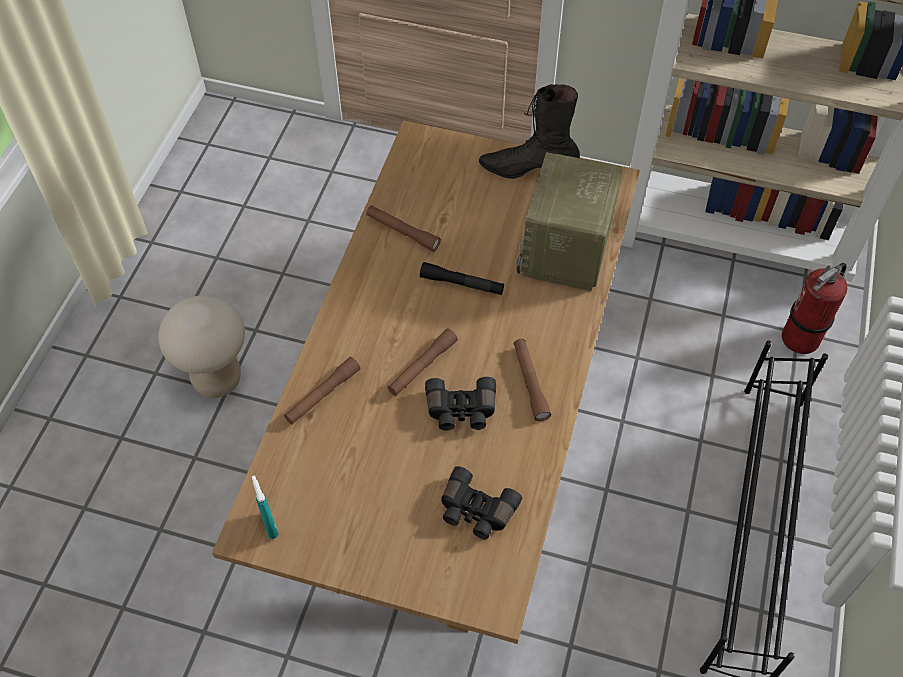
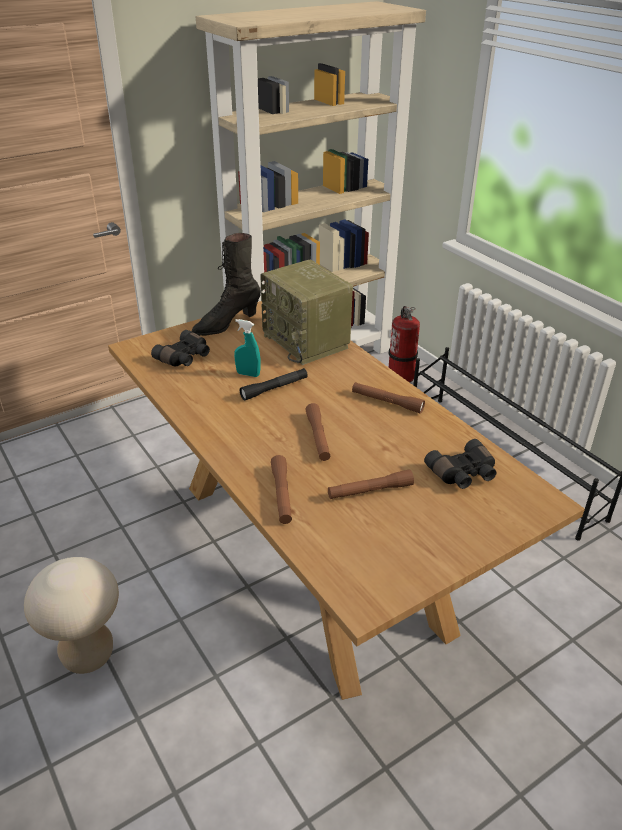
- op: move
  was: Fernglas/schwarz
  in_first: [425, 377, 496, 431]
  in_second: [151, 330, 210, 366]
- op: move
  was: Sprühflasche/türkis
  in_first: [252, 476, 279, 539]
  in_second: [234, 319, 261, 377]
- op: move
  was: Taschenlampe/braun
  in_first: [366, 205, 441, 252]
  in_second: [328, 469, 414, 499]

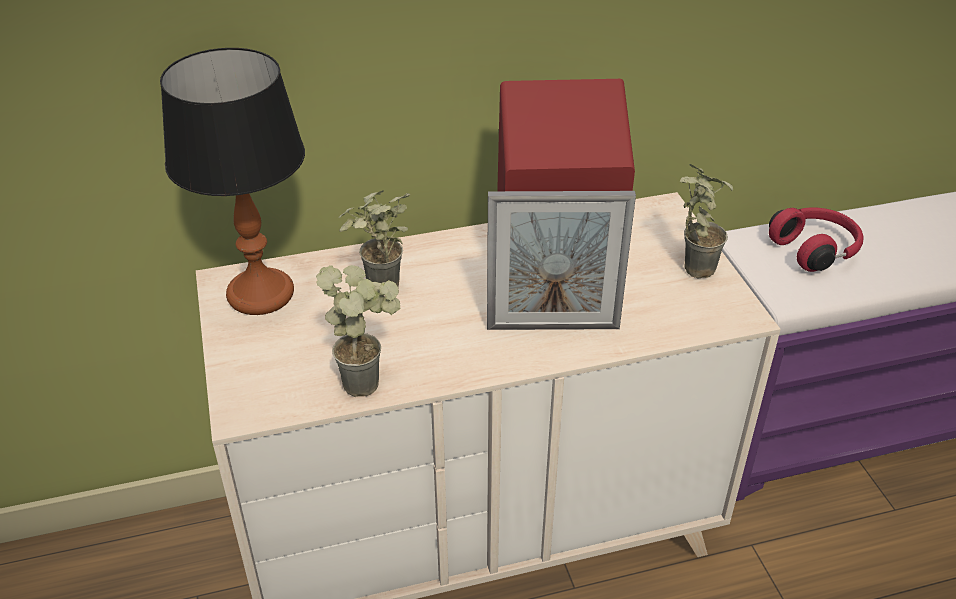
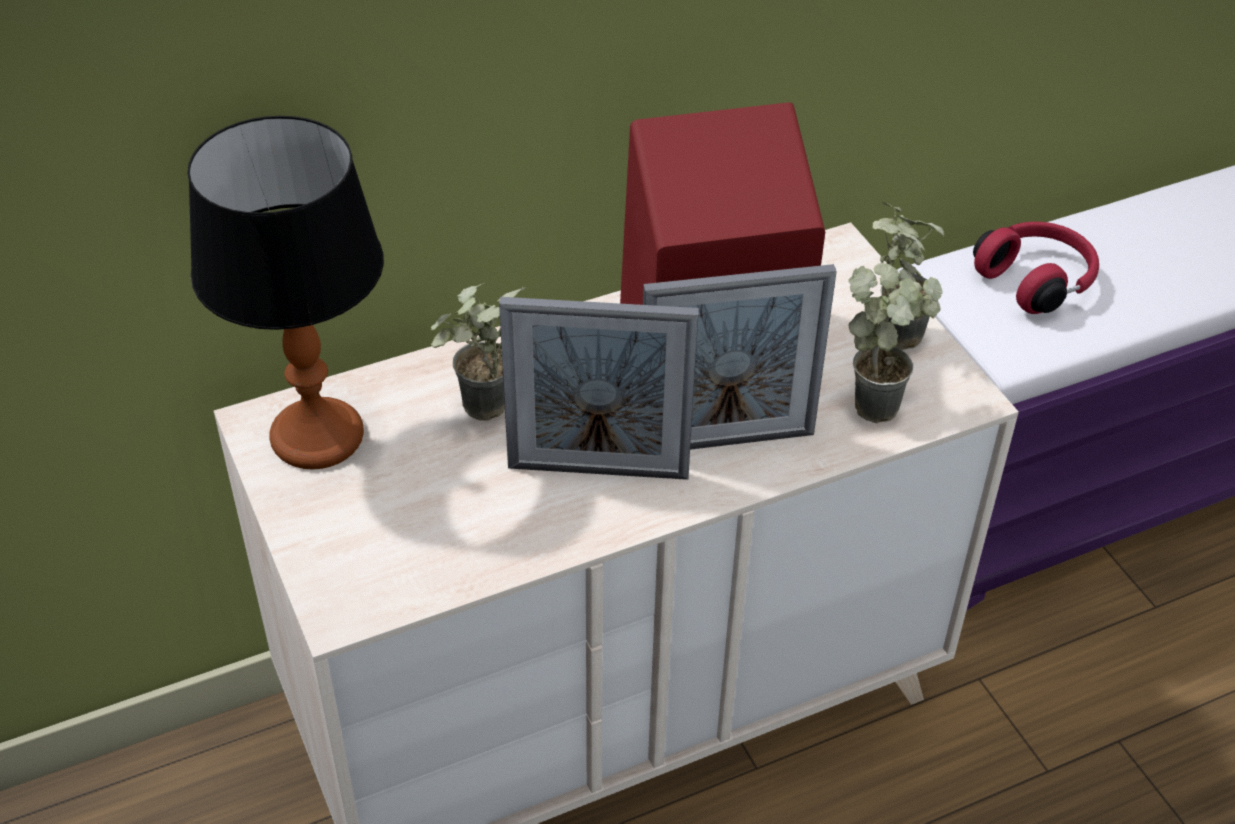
- op: insert
  now: Bilderrahmen
  in_second: [499, 297, 699, 480]
- op: move
  was: Topfpflanze
  in_first: [316, 265, 400, 397]
  in_second: [848, 263, 942, 423]

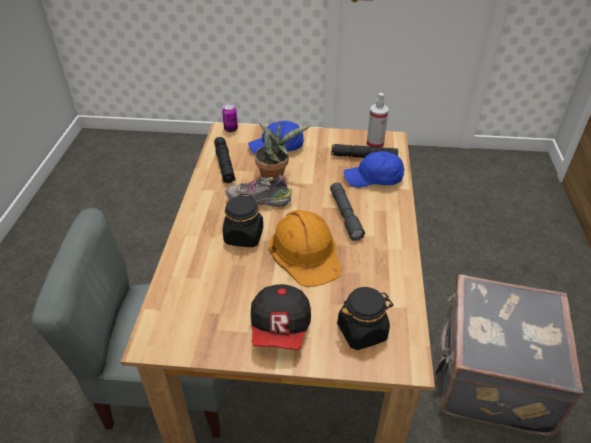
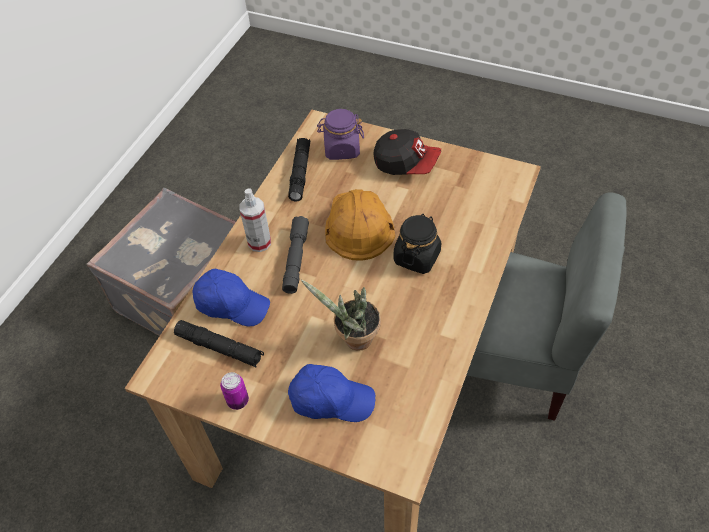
- op: move
  was: Dose
  in_first: [222, 104, 238, 132]
  in_second: [220, 372, 249, 410]
- op: move
  was: Sprühflasche
  in_first: [367, 93, 389, 148]
  in_second: [240, 188, 271, 252]
- op: move
  was: Taschenlampe/schwarz
  in_first: [214, 137, 236, 183]
  in_second: [288, 138, 310, 201]
- op: recolor
  was: Vorratsglas/schwarz
  now: Vorratsglas/lila
  in_first: [337, 287, 393, 350]
  in_second: [317, 109, 364, 160]
- op: rotate
  was: Kappe
  in_first: [251, 284, 311, 350]
  in_second: [373, 129, 441, 175]
  clockwise: 90
- op: delete
  was: Schuh
  in_first: [226, 175, 292, 207]

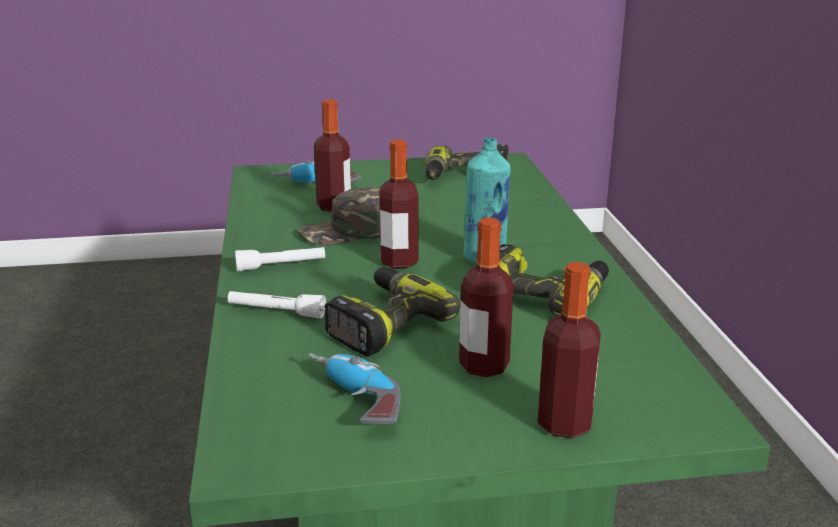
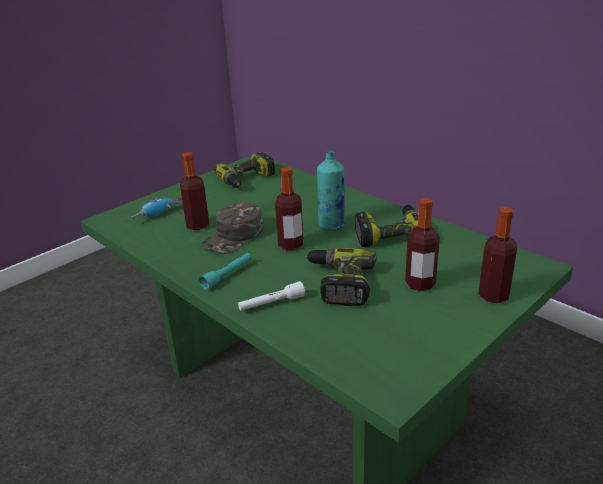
- op: recolor
  was: Taschenlampe/weiß
  now: Taschenlampe/türkis
  in_first: [235, 247, 325, 271]
  in_second: [199, 253, 252, 290]
- op: delete
  was: Bohrmaschine
  in_first: [309, 353, 401, 424]

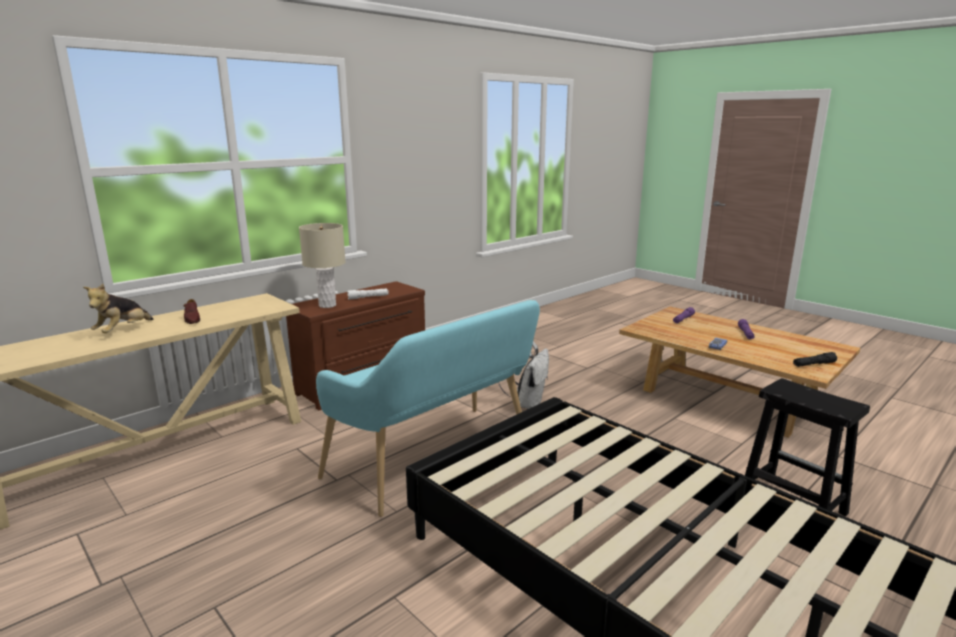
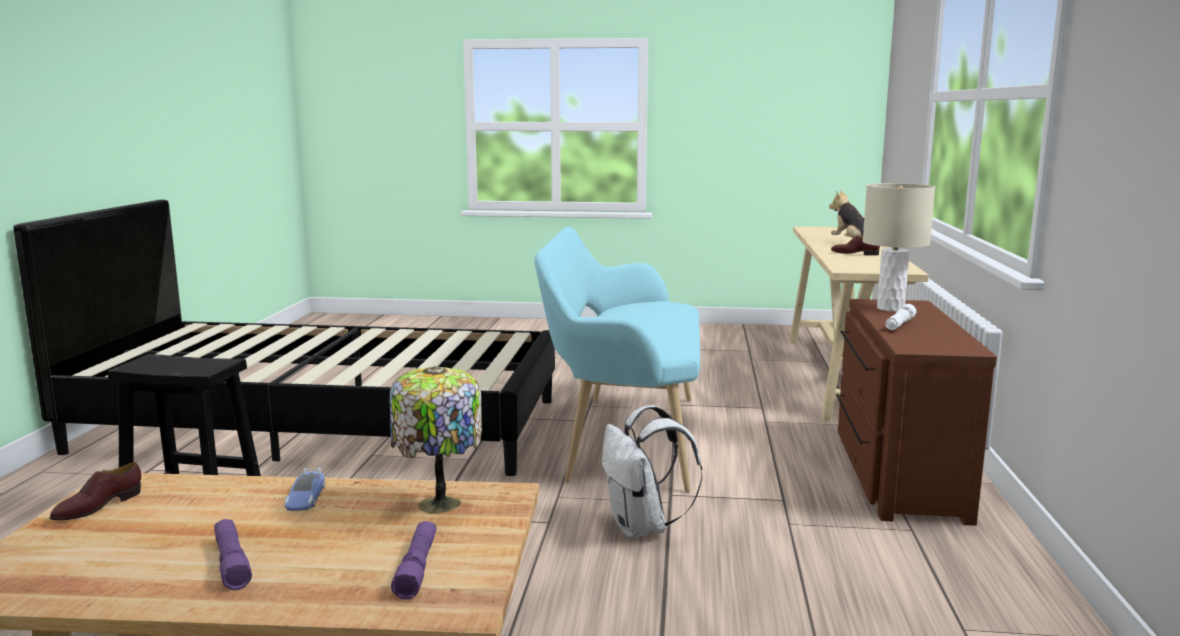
- op: replace
  was: Taschenlampe/schwarz
  now: Schuh/braun
  in_first: [793, 352, 837, 367]
  in_second: [49, 462, 141, 520]
- op: insert
  now: Tischlampe
  in_second: [389, 366, 482, 514]

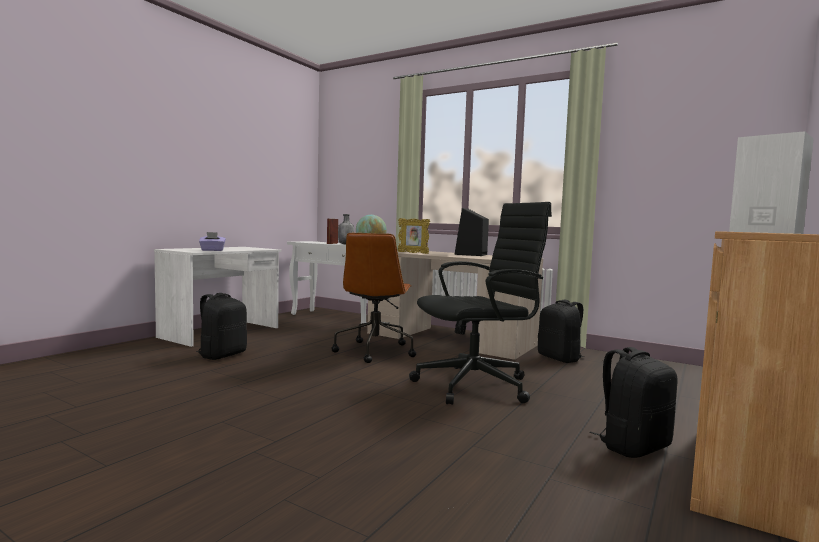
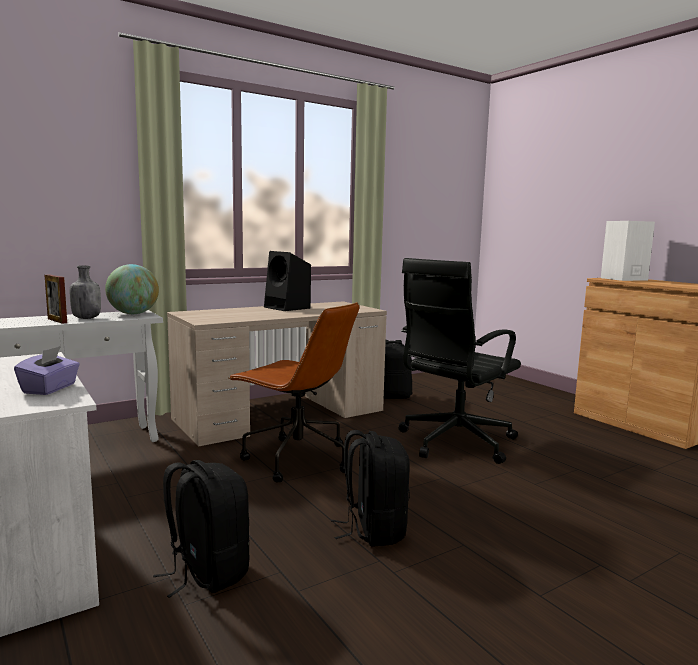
- op: move
  was: Rucksack/schwarz
  in_first: [589, 347, 678, 458]
  in_second: [331, 430, 410, 547]
- op: rotate
  was: Bürostuhl/schwarz
  in_first: [409, 202, 552, 405]
  in_second: [399, 258, 521, 464]
  clockwise: -135
- op: delete
  was: Bilderrahmen
  in_first: [397, 218, 430, 254]

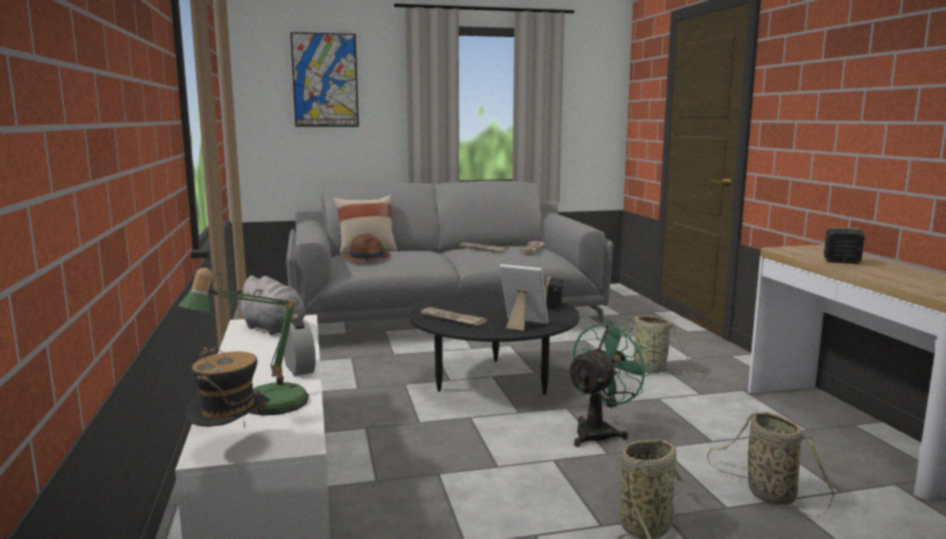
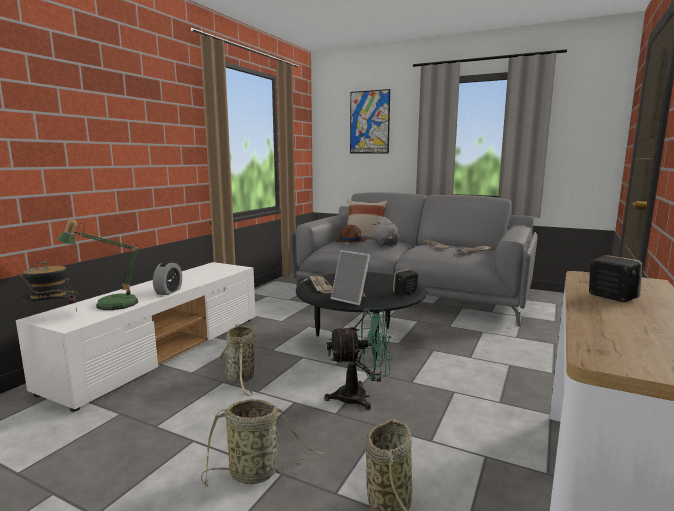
- op: move
  was: Korb
  in_first: [617, 316, 704, 373]
  in_second: [219, 324, 255, 396]
- op: rotate
  was: Bilderrahmen
  in_first: [499, 264, 548, 331]
  in_second: [330, 250, 370, 305]
  clockwise: 150
- op: move
  was: Plüschtier/grau
  in_first: [236, 276, 306, 335]
  in_second: [373, 217, 399, 246]

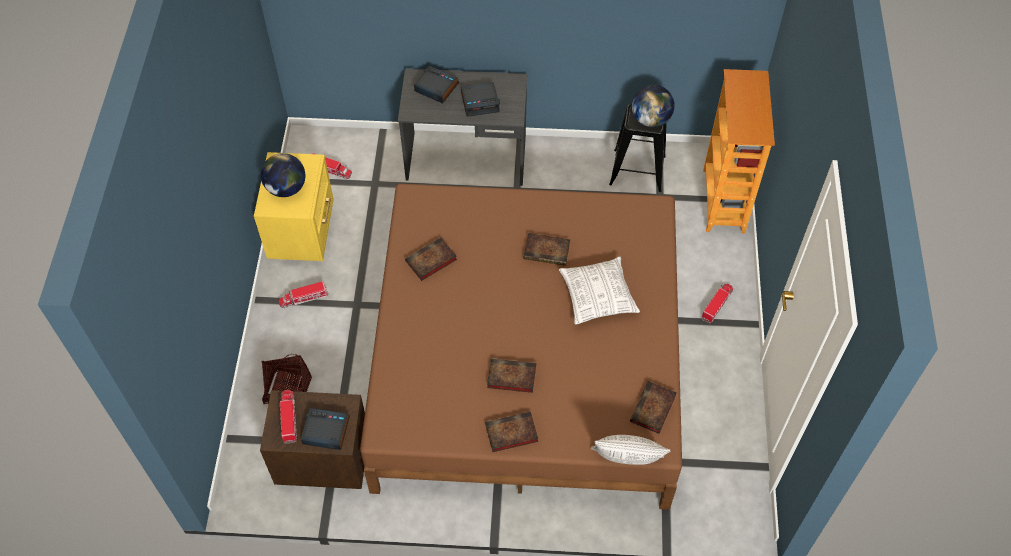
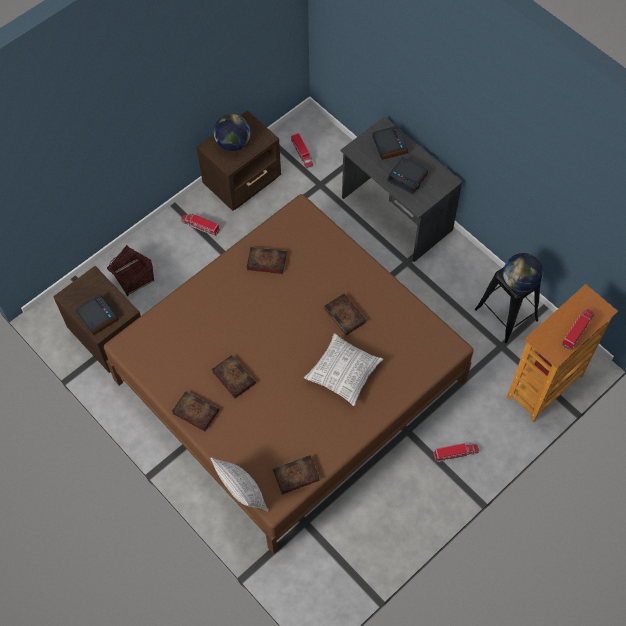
- op: recolor
  was: Nachttisch/gelb
  now: Nachttisch/braun
  in_first: [254, 152, 334, 261]
  in_second: [197, 110, 281, 211]
- op: move
  was: Spielzeuglaster
  in_first: [279, 390, 297, 444]
  in_second: [562, 309, 594, 350]

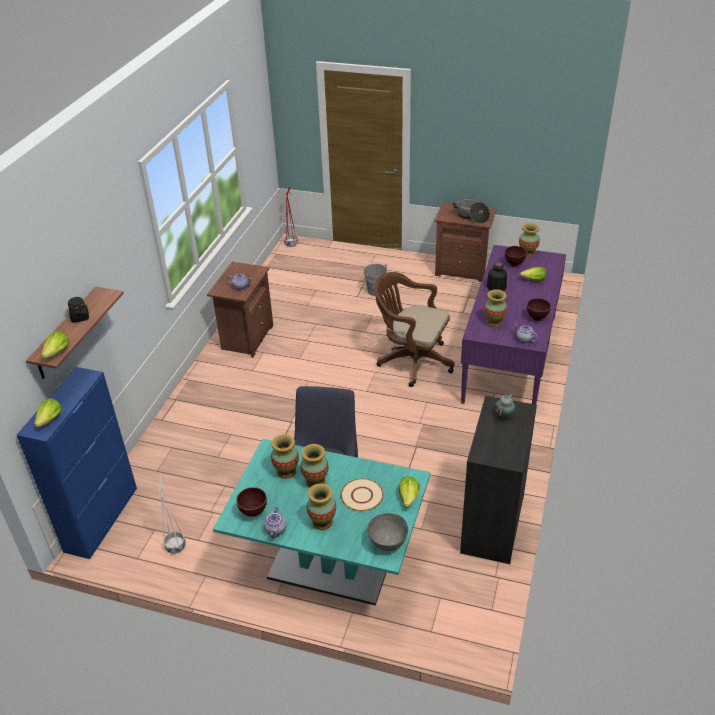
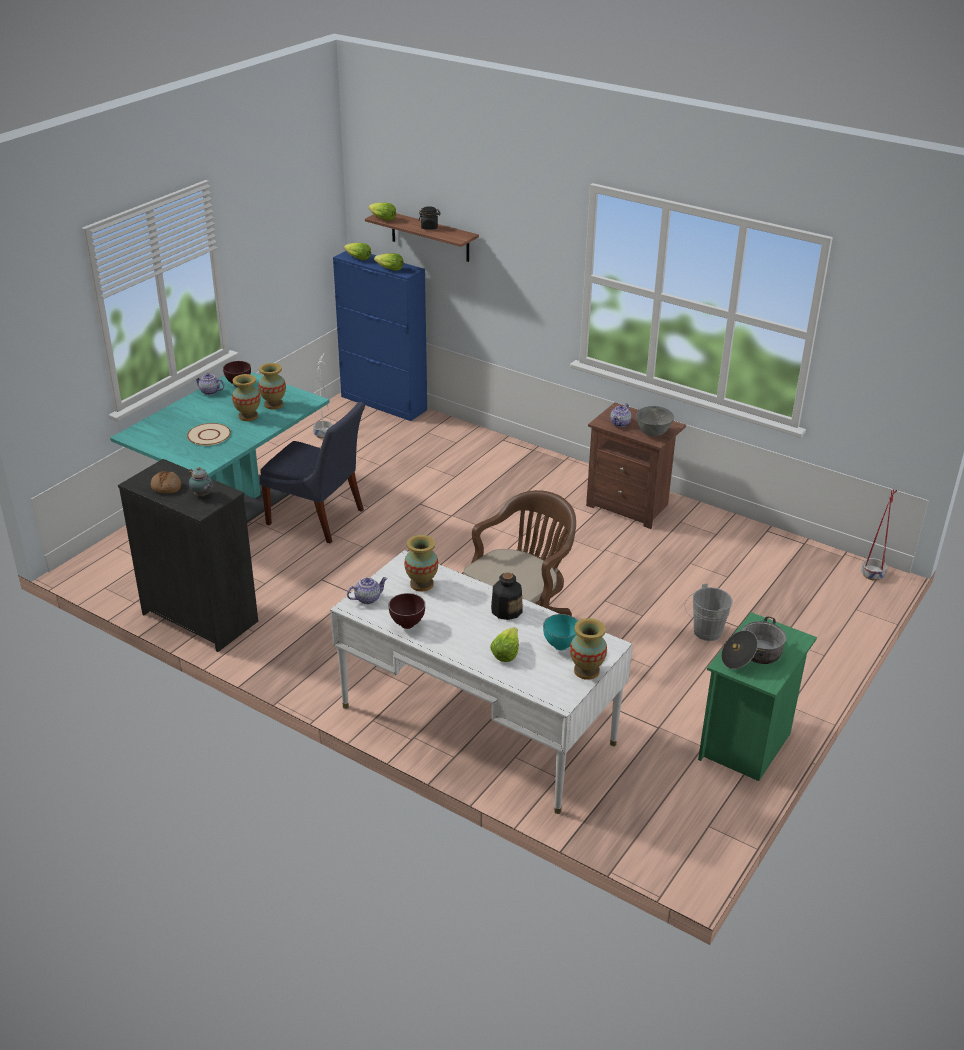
- op: insert
  now: Brot
  in_second: [150, 471, 181, 493]
- op: recolor
  was: Schreibtisch/lila
  now: Schreibtisch/weiß
  in_first: [461, 245, 566, 404]
  in_second: [330, 550, 633, 814]
- op: move
  was: Salatkopf
  in_first: [399, 476, 420, 508]
  in_second: [374, 253, 404, 271]
- op: recolor
  was: Schüssel/braun
  now: Schüssel/türkis
  in_first: [505, 246, 527, 267]
  in_second: [543, 614, 578, 650]
- op: move
  was: Schüssel/grau
  in_first: [367, 513, 409, 551]
  in_second: [636, 406, 674, 436]
- op: recolor
  was: Nachttisch/braun
  now: Nachttisch/grün
  in_first: [435, 202, 497, 282]
  in_second: [698, 612, 817, 781]
- op: delete
  was: Vase
  in_first: [307, 483, 336, 530]

